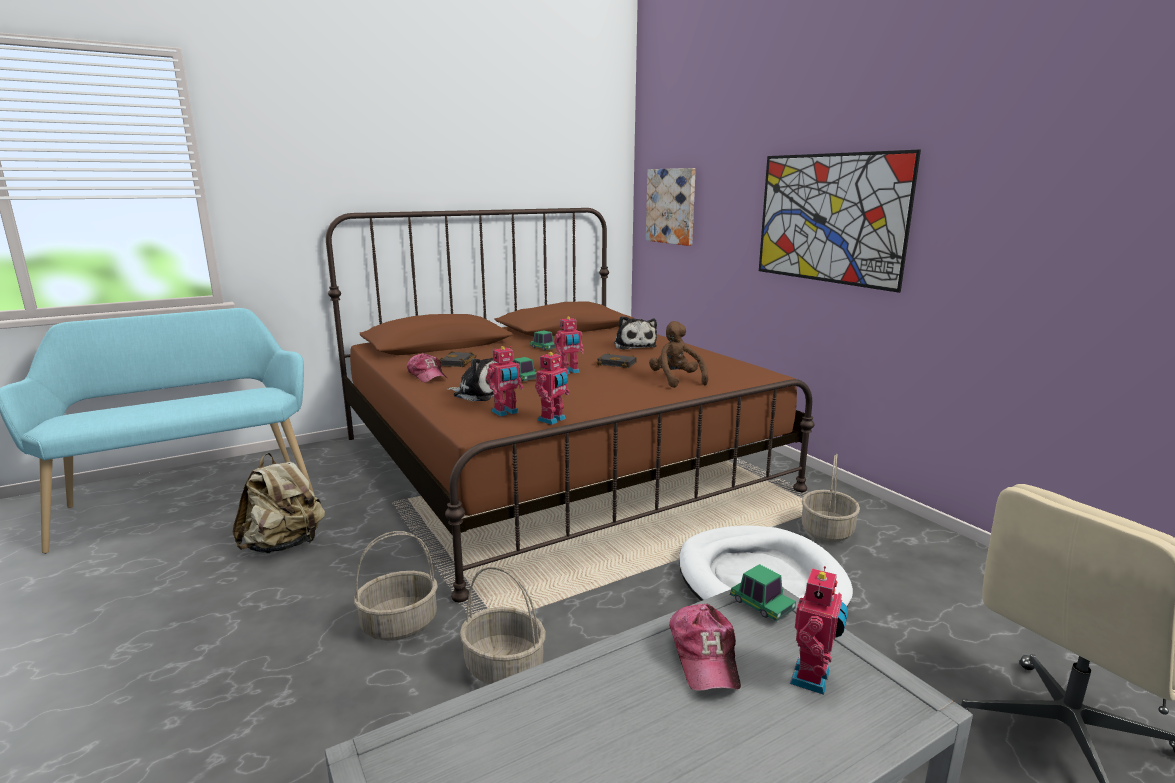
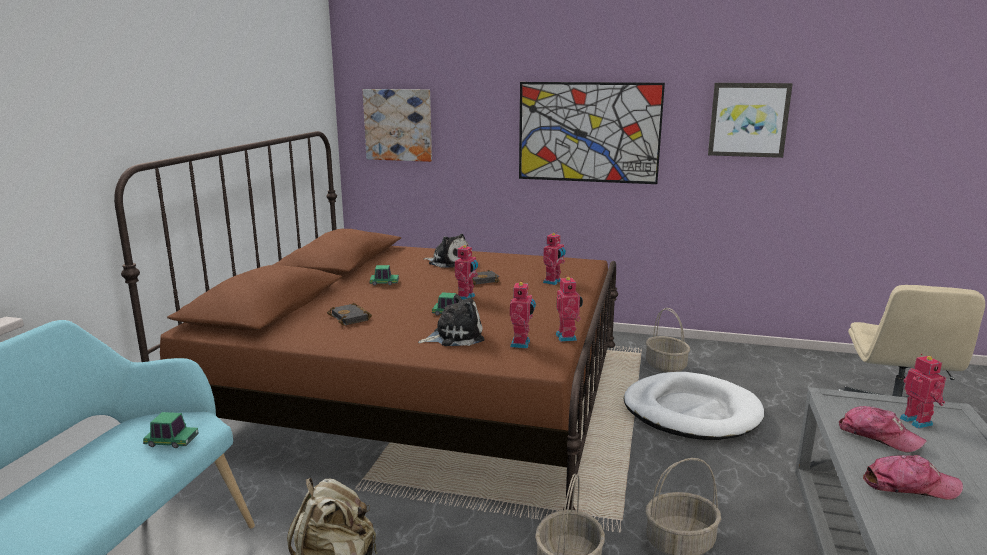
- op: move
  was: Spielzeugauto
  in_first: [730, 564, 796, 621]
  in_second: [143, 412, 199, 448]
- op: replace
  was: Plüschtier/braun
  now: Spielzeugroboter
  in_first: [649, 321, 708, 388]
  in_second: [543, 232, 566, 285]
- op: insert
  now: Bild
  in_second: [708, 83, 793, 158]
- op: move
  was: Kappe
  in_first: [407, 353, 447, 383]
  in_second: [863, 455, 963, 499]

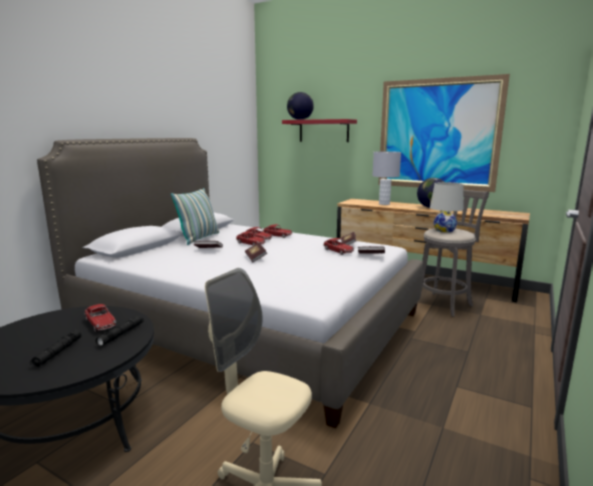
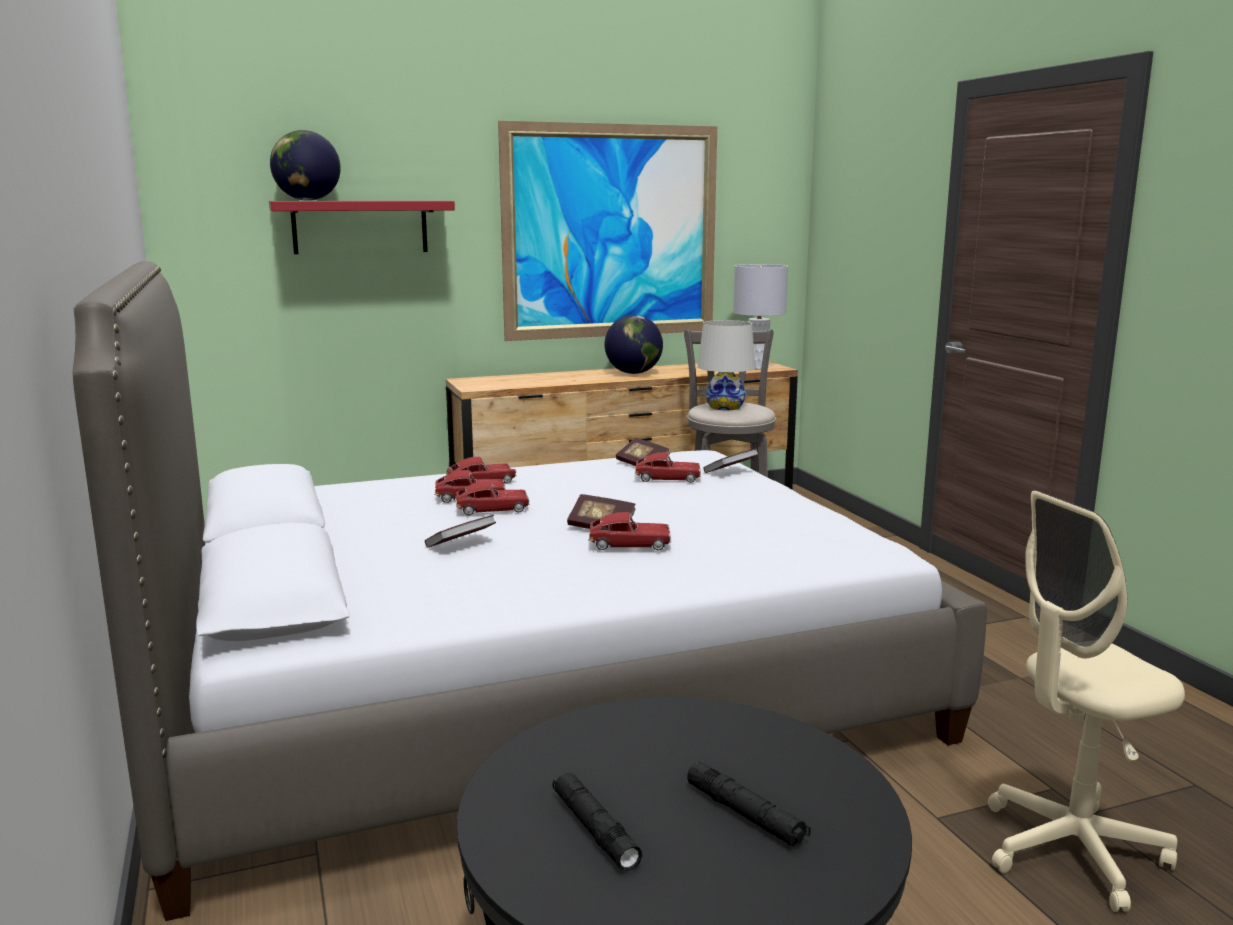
- op: move
  was: Taschenlampe/schwarz
  in_first: [96, 316, 144, 347]
  in_second: [552, 773, 642, 871]
- op: move
  was: Spielzeugauto
  in_first: [85, 304, 116, 332]
  in_second: [588, 512, 671, 550]
- op: move
  was: Tischlampe/grau
  in_first: [372, 151, 401, 205]
  in_second: [733, 264, 788, 370]
- op: delete
  was: Kissen
  in_first: [171, 188, 219, 245]

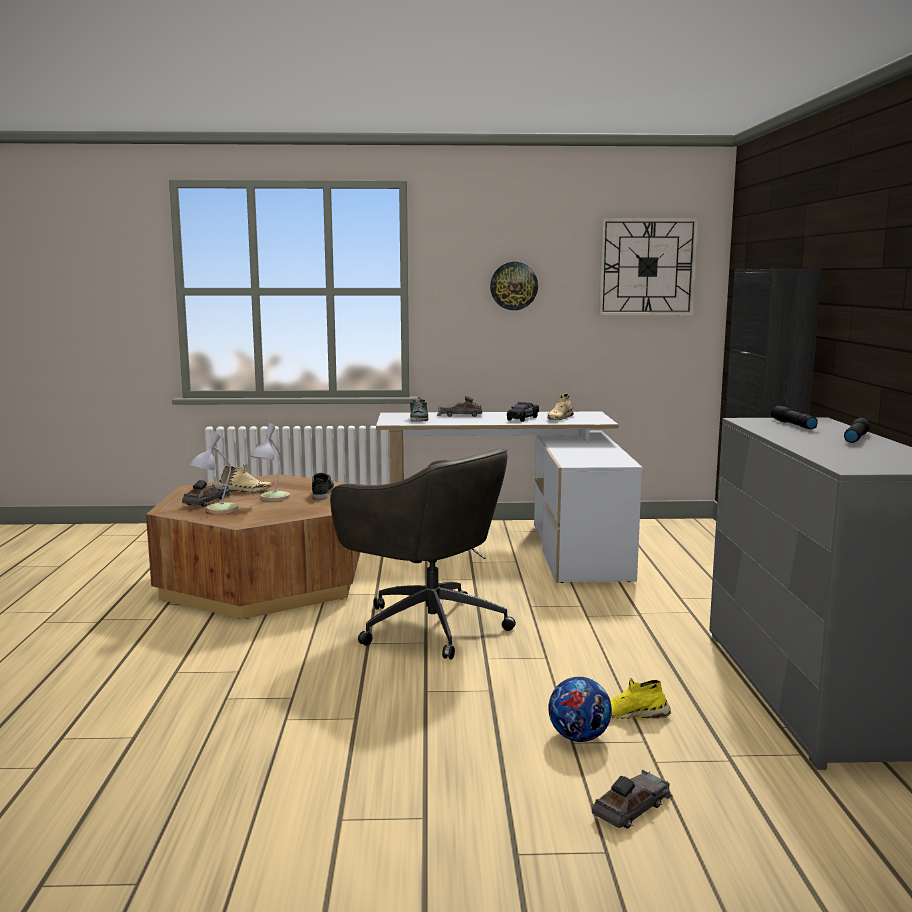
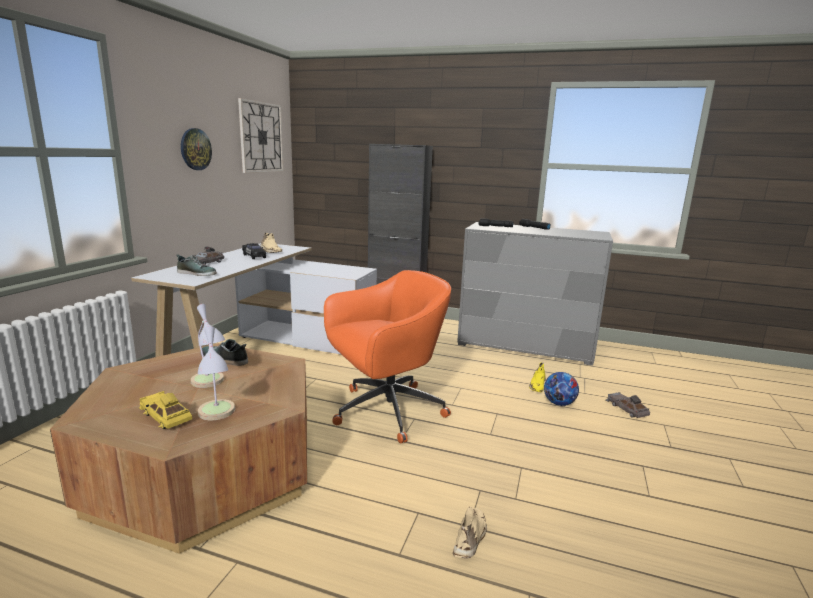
- op: recolor
  was: Spielzeugauto/grau
  now: Spielzeugauto/gelb
  in_first: [182, 480, 231, 507]
  in_second: [139, 391, 192, 429]
- op: recolor
  was: Bürostuhl/grau
  now: Bürostuhl/orange
  in_first: [330, 448, 516, 660]
  in_second: [324, 270, 451, 443]
- op: move
  was: Schuh/beige
  in_first: [218, 464, 271, 492]
  in_second: [453, 507, 487, 558]

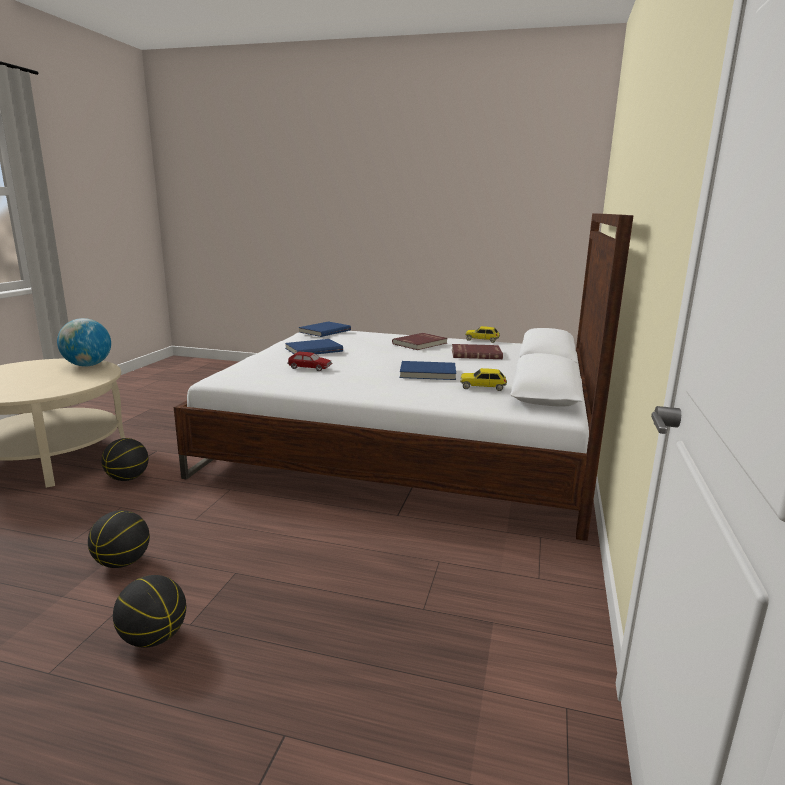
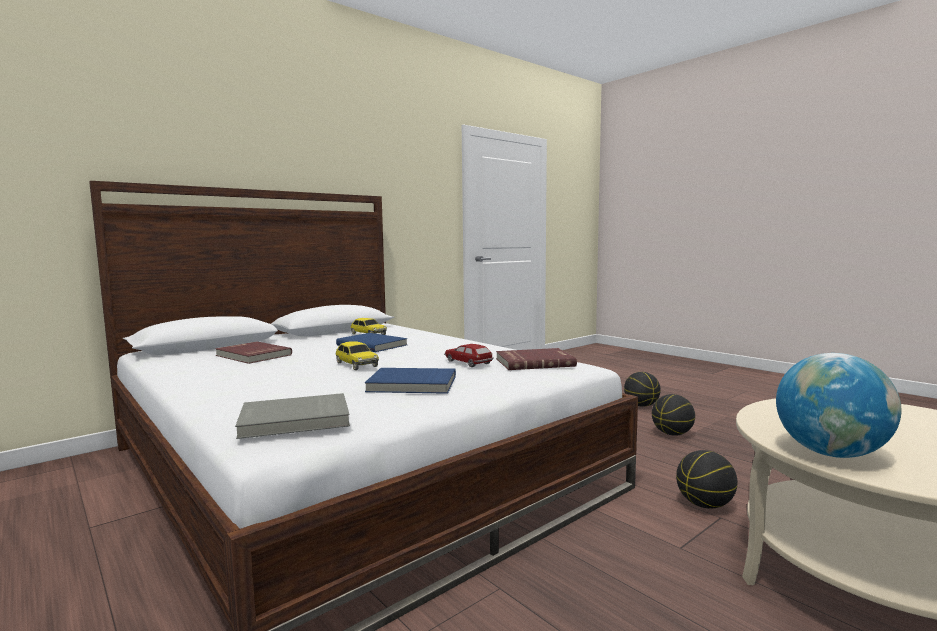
- op: recolor
  was: Buch/blau
  now: Buch/grau
  in_first: [299, 321, 351, 337]
  in_second: [235, 393, 350, 439]
- op: move
  was: Spielzeugauto
  in_first: [465, 326, 500, 343]
  in_second: [336, 341, 379, 370]
- op: move
  was: Buch/rot
  in_first: [392, 333, 448, 350]
  in_second: [496, 348, 577, 370]

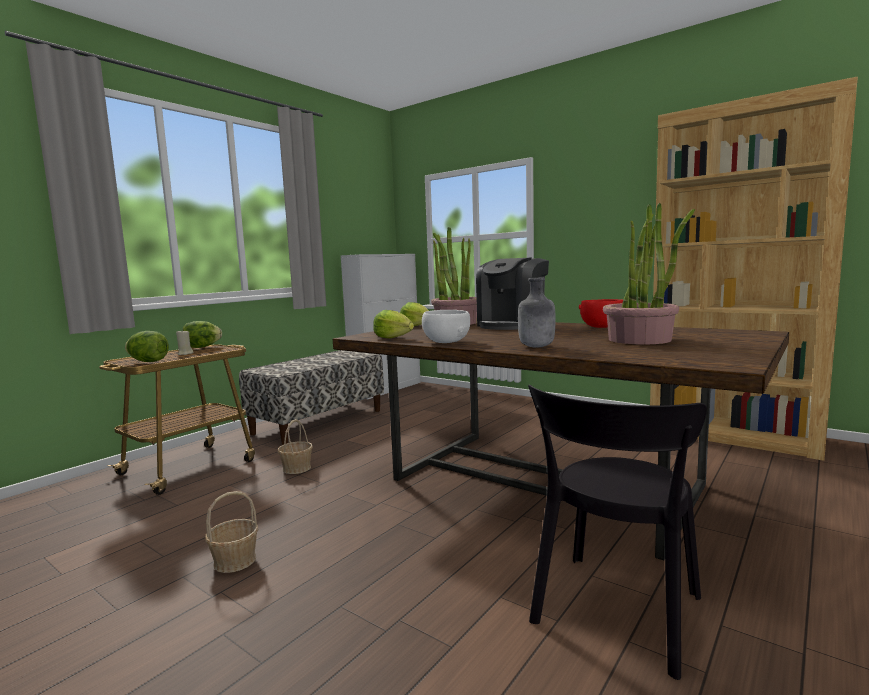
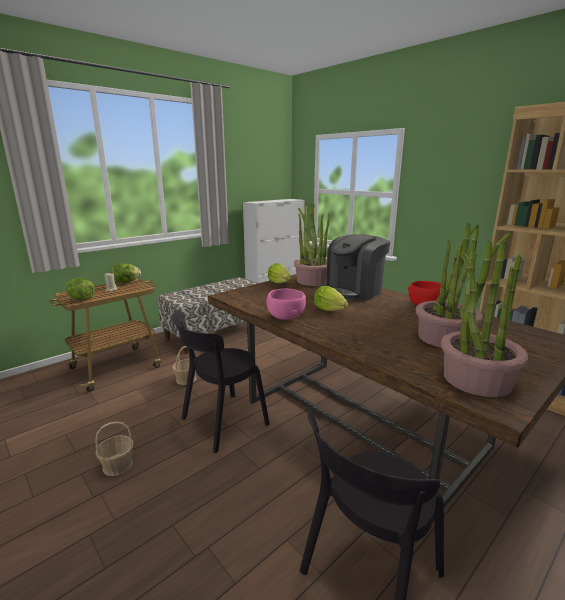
- op: insert
  now: Stuhl/schwarz
  in_second: [172, 310, 270, 453]
- op: recolor
  was: Schüssel/weiß
  now: Schüssel/rosa
  in_first: [422, 310, 470, 343]
  in_second: [266, 288, 306, 320]
- op: move
  was: Salatkopf
  in_first: [373, 310, 414, 338]
  in_second: [314, 286, 348, 311]
- op: insert
  now: Topfpflanze
  in_second: [441, 239, 528, 397]
- op: delete
  was: Flasche/grau
  in_first: [518, 278, 556, 348]

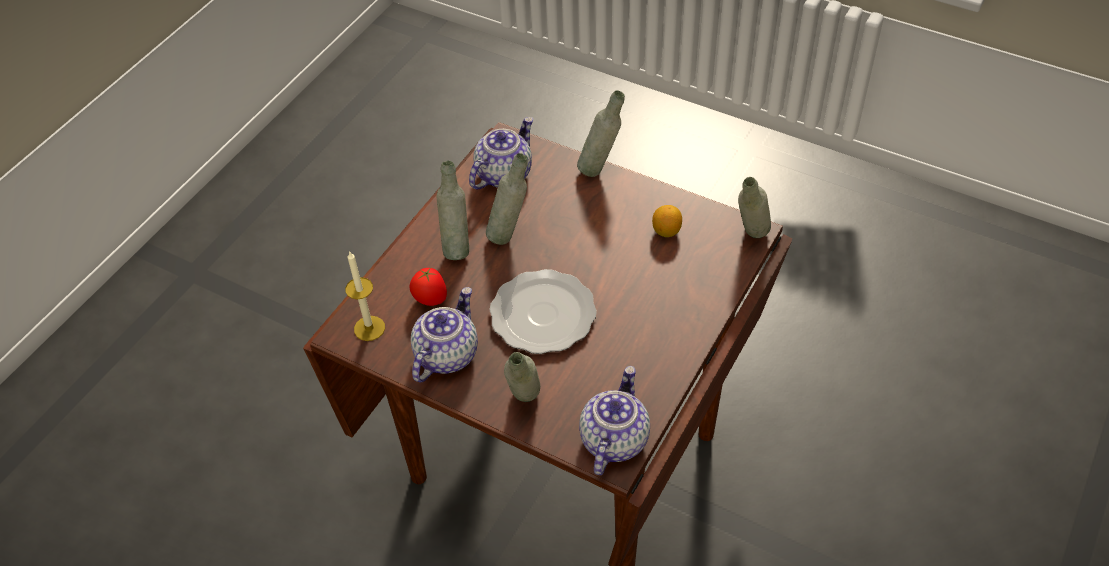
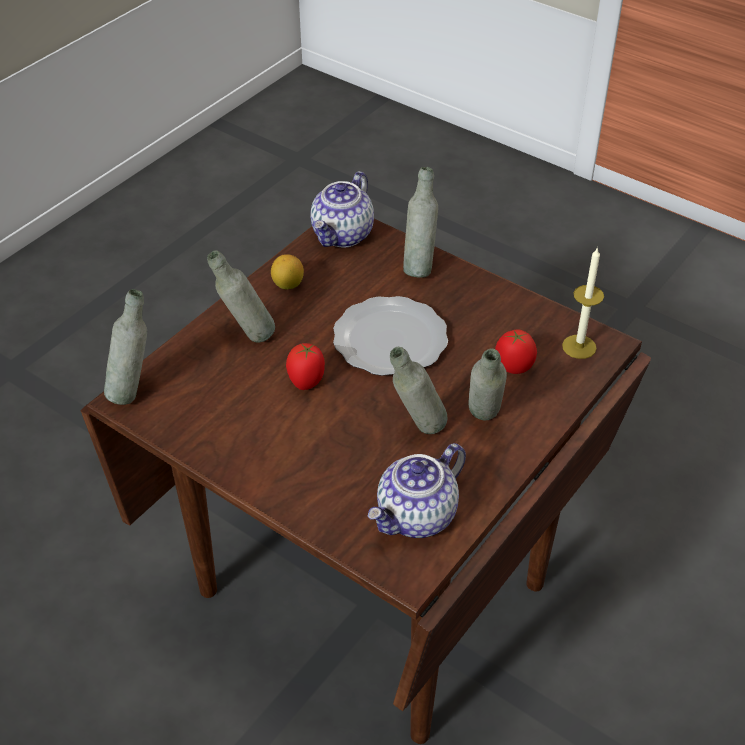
- op: move
  was: Flasche/grau
  in_first: [577, 90, 625, 177]
  in_second: [207, 250, 275, 343]
- op: move
  was: Zitrone
  in_first: [652, 205, 682, 237]
  in_second: [271, 254, 304, 289]
- op: insert
  now: Tomate
  in_second: [286, 343, 325, 390]
- op: delete
  was: Teekanne
  in_first: [411, 287, 478, 382]

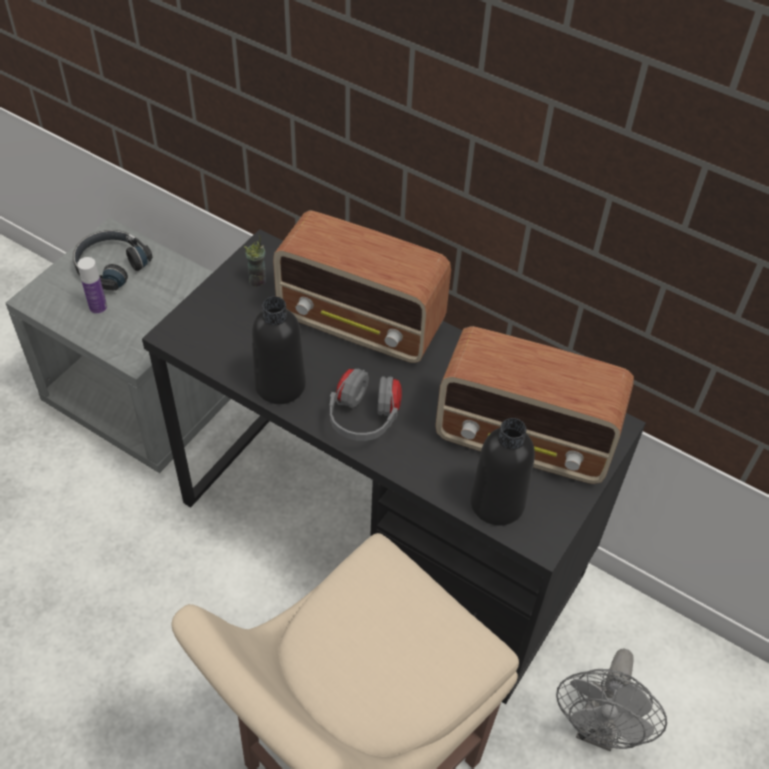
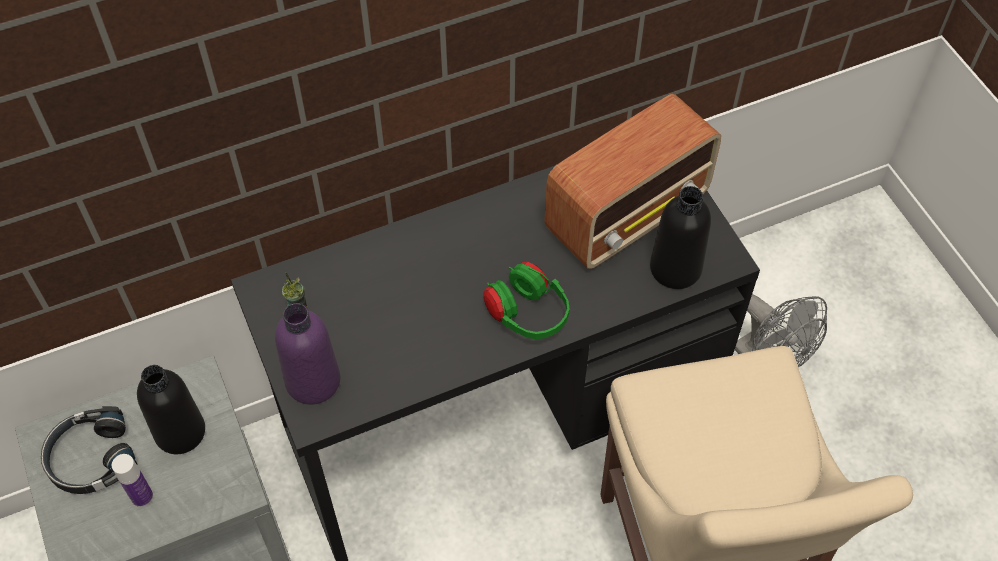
- op: move
  was: Flasche/schwarz
  in_first: [252, 296, 306, 404]
  in_second: [137, 365, 205, 454]
- op: insert
  now: Flasche/lila
  in_second: [275, 303, 340, 405]
- op: recolor
  was: Kopfhörer/grau
  now: Kopfhörer/grün
  in_first: [329, 369, 402, 441]
  in_second: [484, 262, 570, 339]
- op: delete
  was: Radio
  in_first: [273, 210, 451, 363]

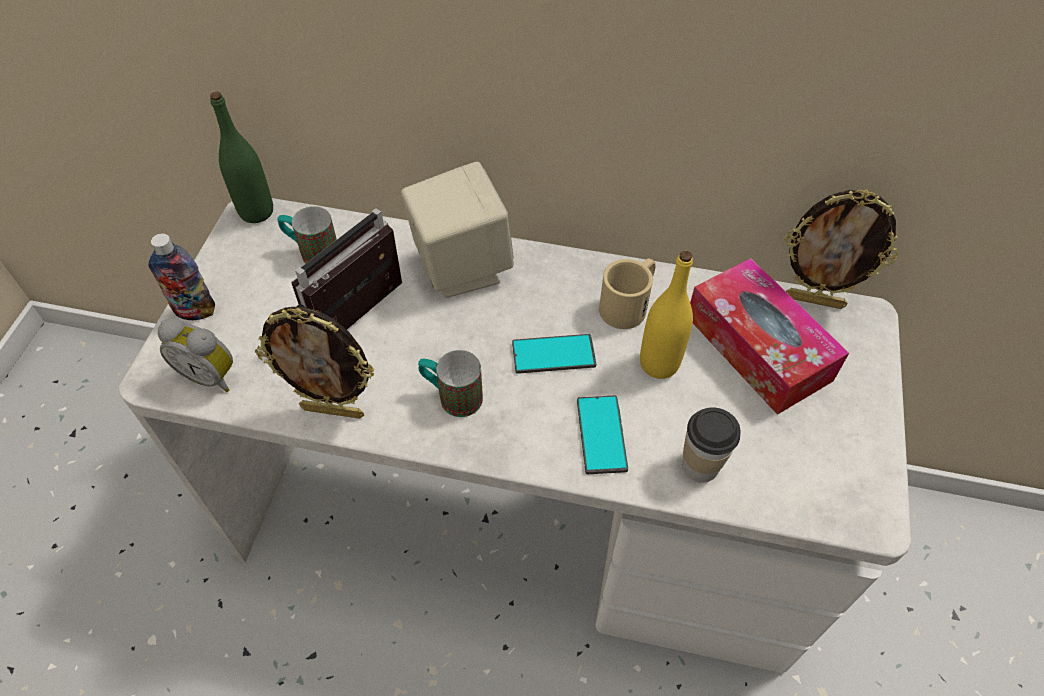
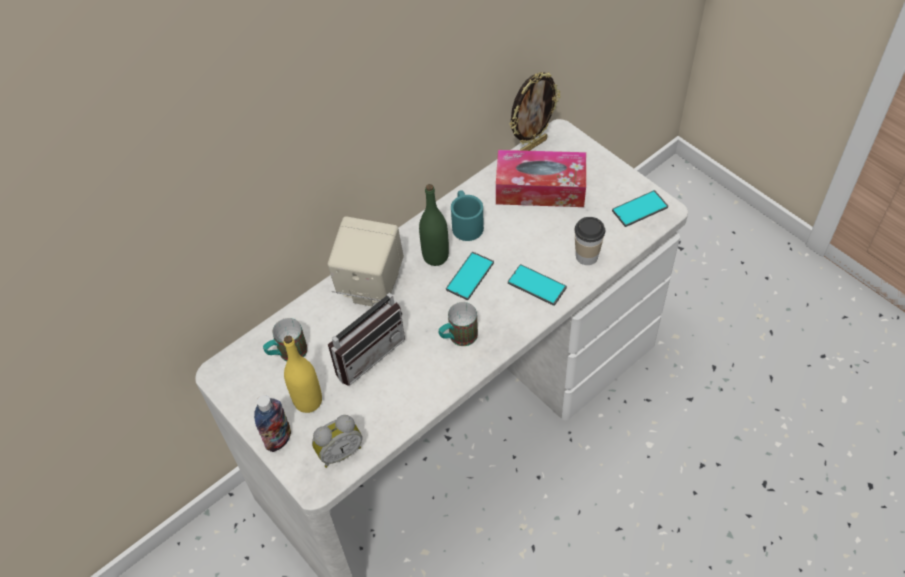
- op: move
  was: Flasche/gelb
  in_first: [640, 251, 693, 379]
  in_second: [284, 336, 322, 413]
- op: rotate
  was: Radio
  in_first: [292, 208, 402, 329]
  in_second: [328, 291, 405, 386]
  clockwise: -120
- op: move
  was: Flasche/grün
  in_first: [210, 92, 273, 223]
  in_second: [419, 184, 449, 266]
- op: recolor
  was: Henkelbecher/beige
  now: Henkelbecher/türkis
  in_first: [599, 258, 656, 329]
  in_second: [451, 191, 484, 241]
- op: insert
  now: Handy
  in_second: [612, 190, 668, 227]
- op: delete
  was: Bilderrahmen
  in_first: [255, 307, 374, 419]

